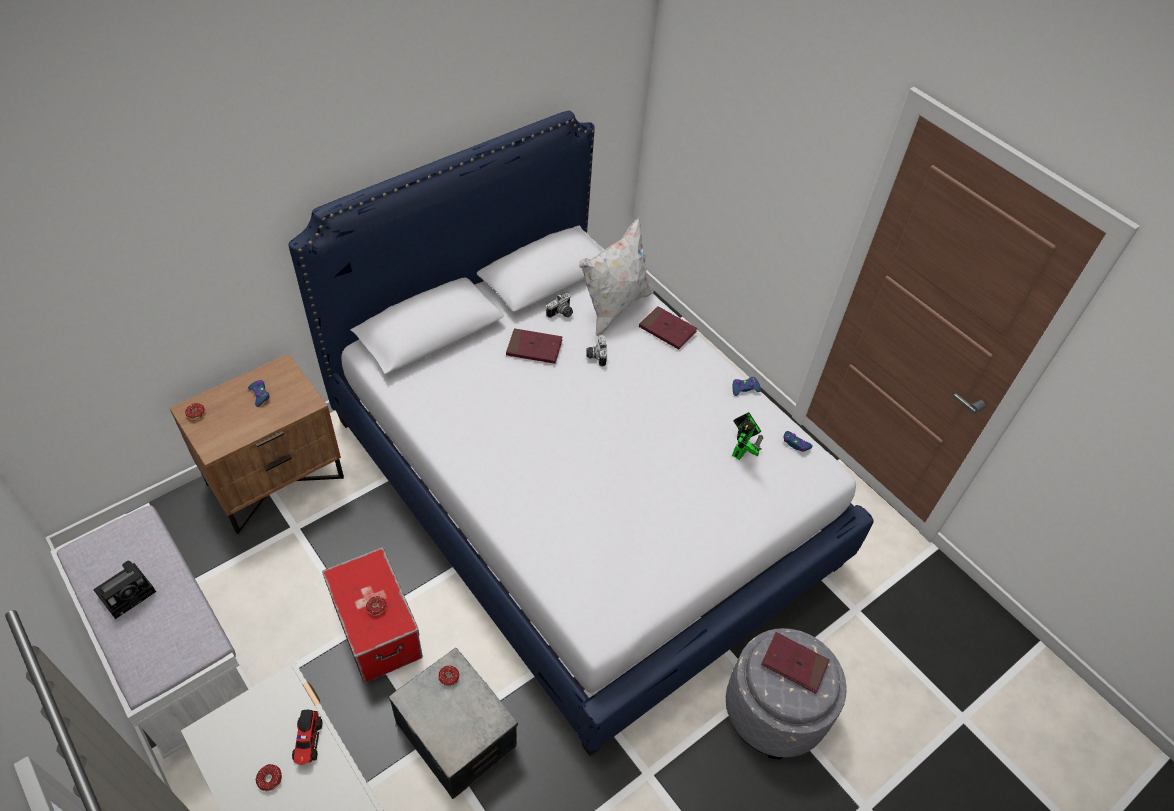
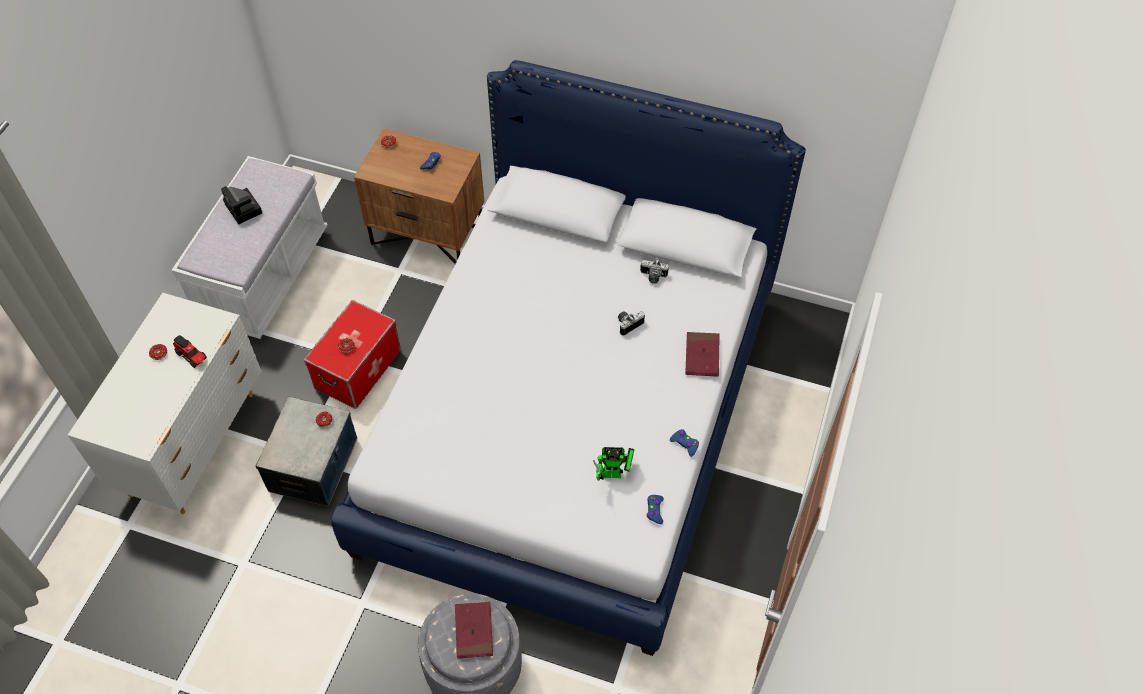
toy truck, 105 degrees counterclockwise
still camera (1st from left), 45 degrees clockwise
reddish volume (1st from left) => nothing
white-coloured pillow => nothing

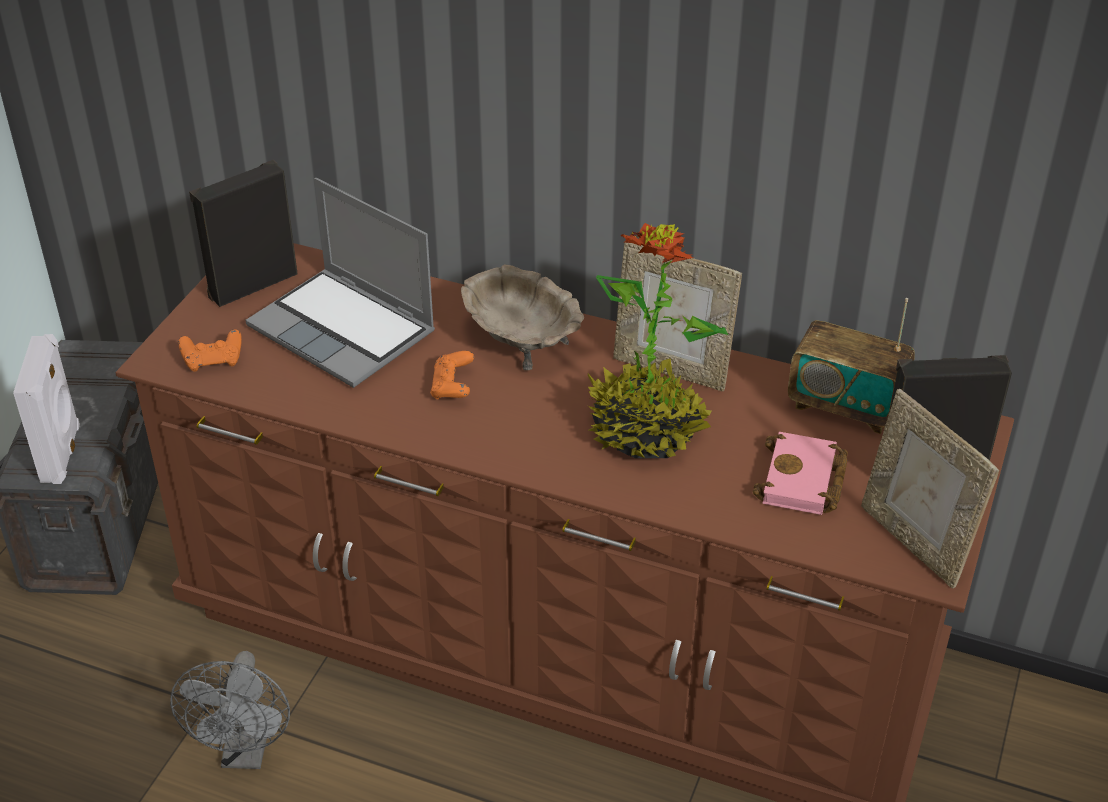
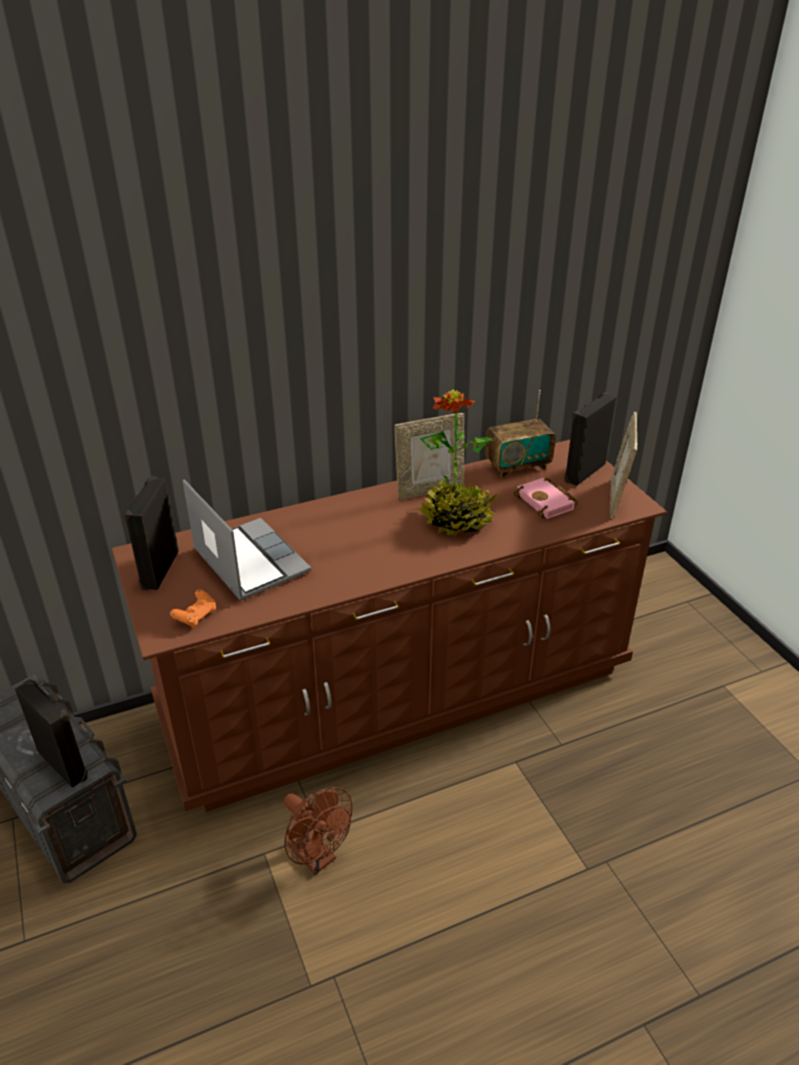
white-coloured audio speaker => black audio speaker (1st from left)
portable computer, 120 degrees counterclockwise
grey cooling fan => brown cooling fan
standing frame (2nd from left), 90 degrees clockwise
orange joypad (2nd from left) => nothing
sand-coloured bowl => nothing

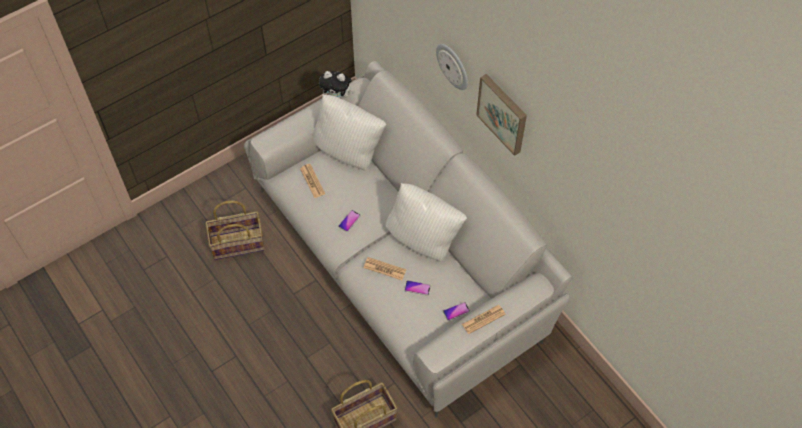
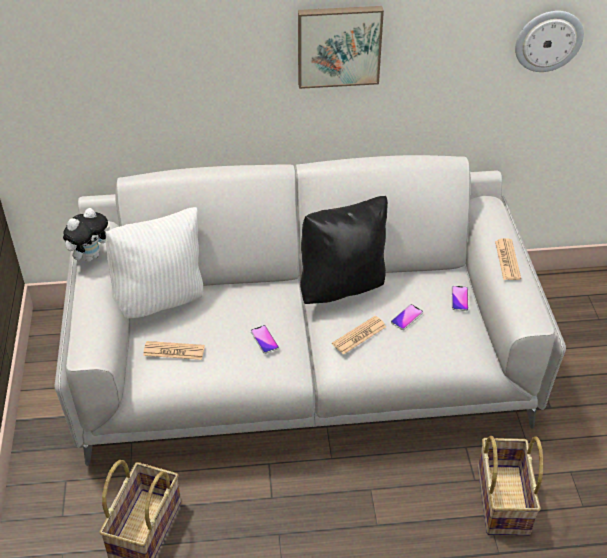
white-coloured pillow (2nd from left) => black pillow
hanging clock, move

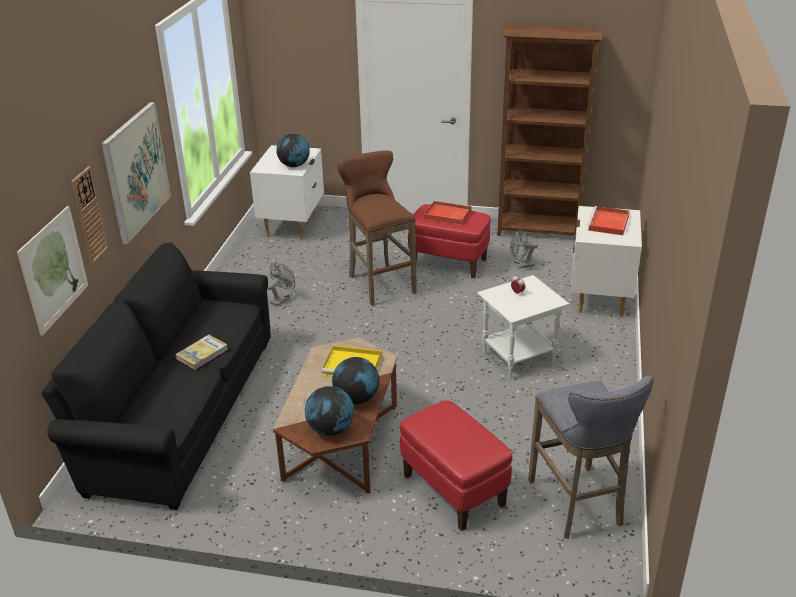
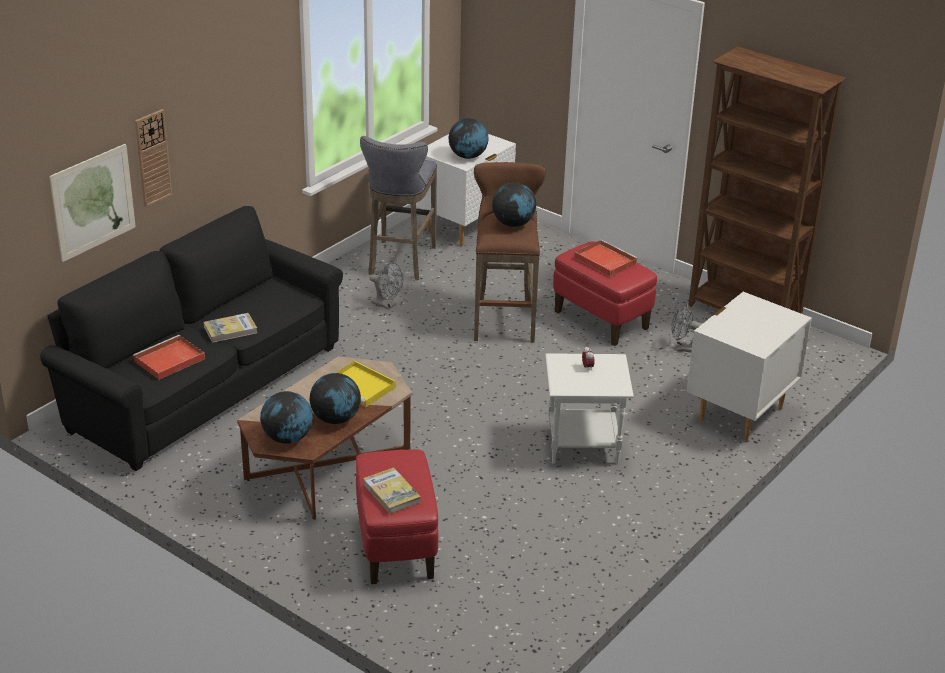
reddish carrying tray (2nd from left in the first image) => reddish carrying tray (1st from left), move
grey stool, move
nothing => volume (2nd from left)
grey cooling fan (1st from left), 60 degrees clockwise
nothing => desk globe (4th from left)
wall picture (2nd from left) => nothing

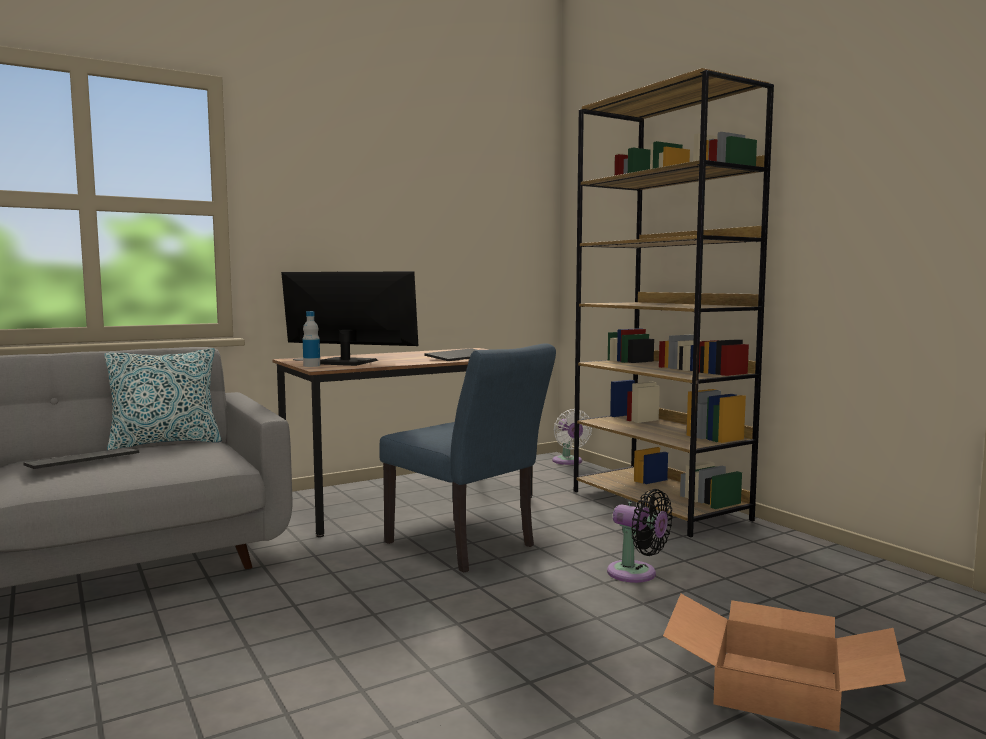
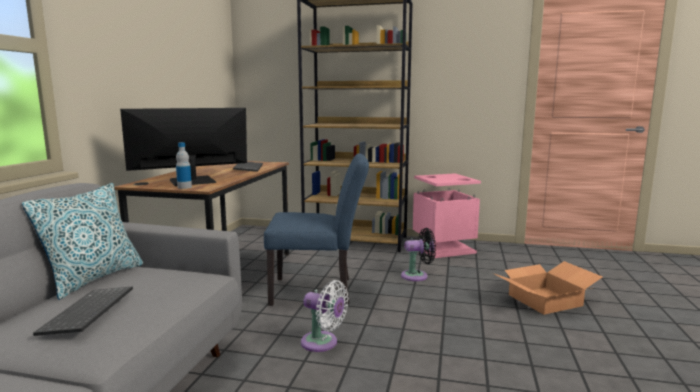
white-coloured cooling fan, move
nothing => pink-coloured waste bin

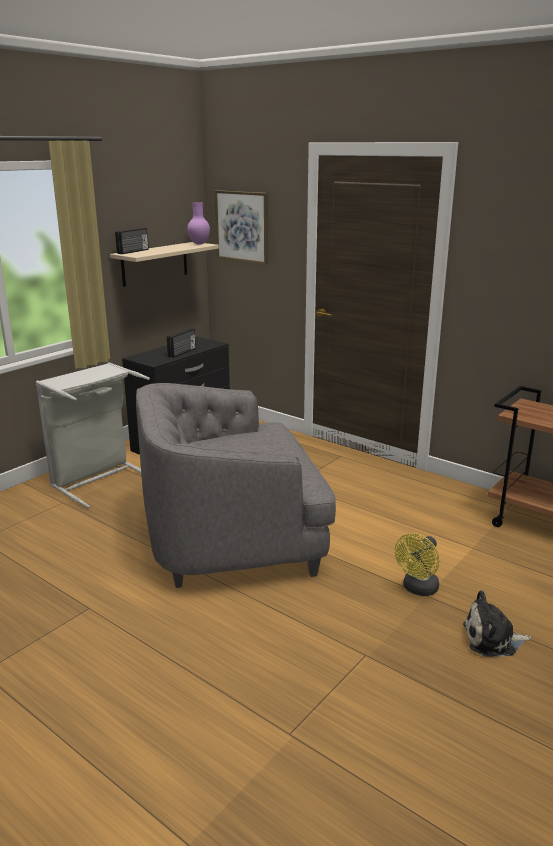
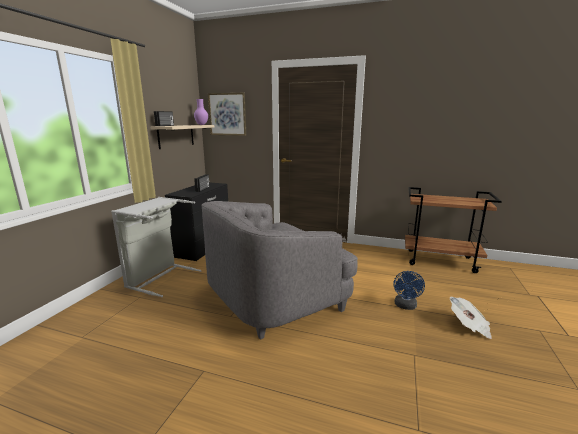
yellow-coloured cooling fan => blue cooling fan
cuddly toy => printed paper

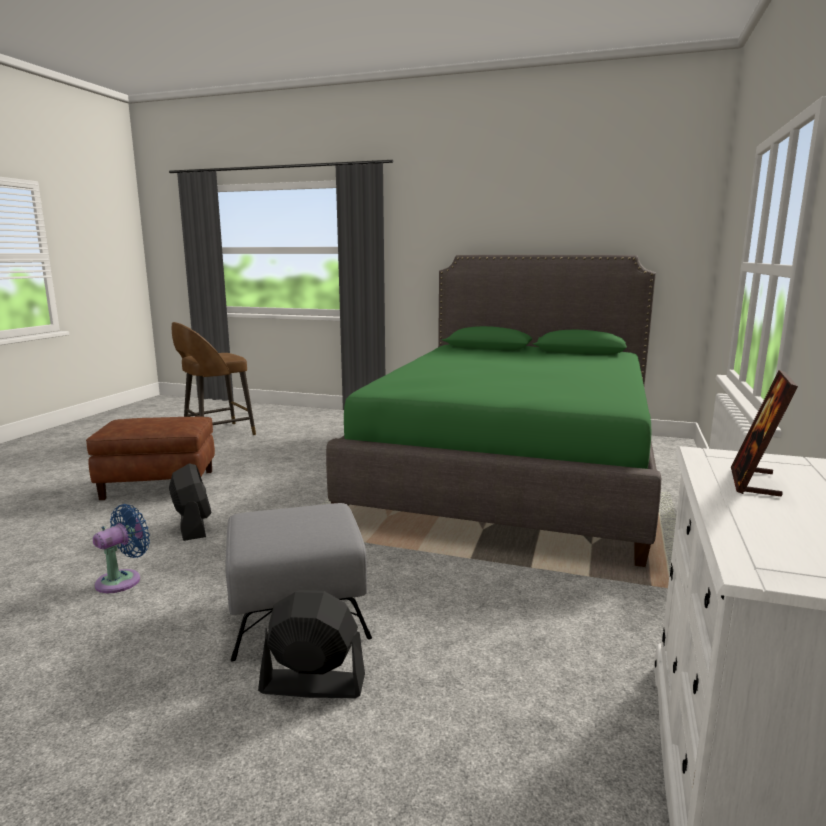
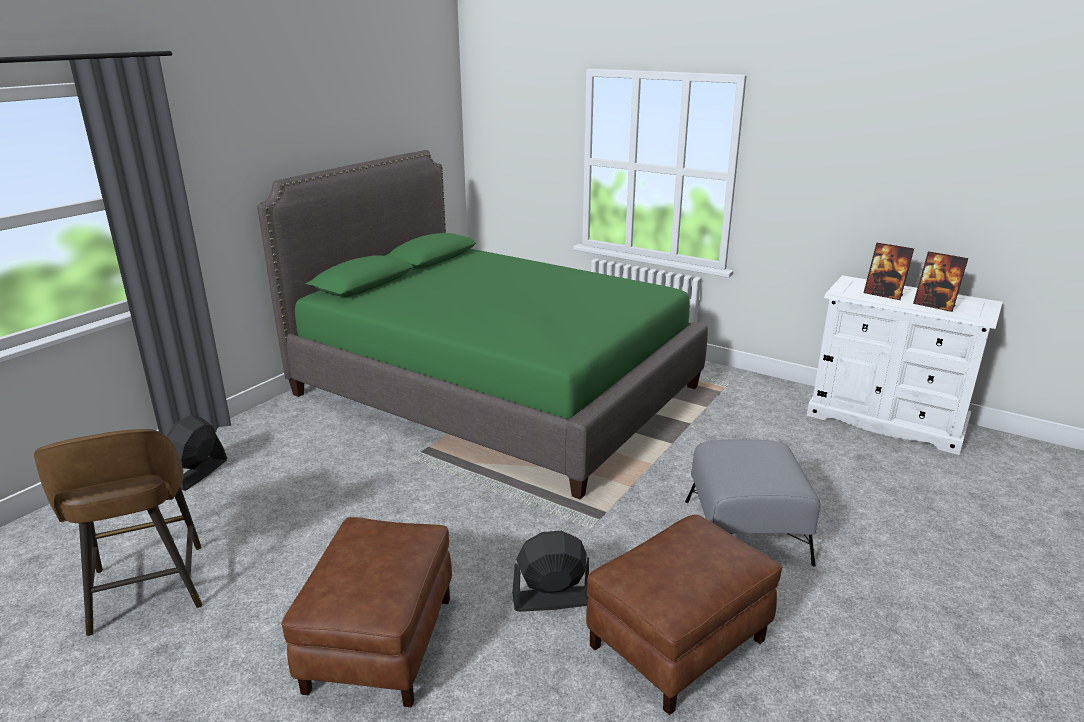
black cooling fan (2nd from left in the first image) => black cooling fan (1st from left), move
blue cooling fan => brown ottoman (2nd from left)
nothing => standing frame (2nd from left)

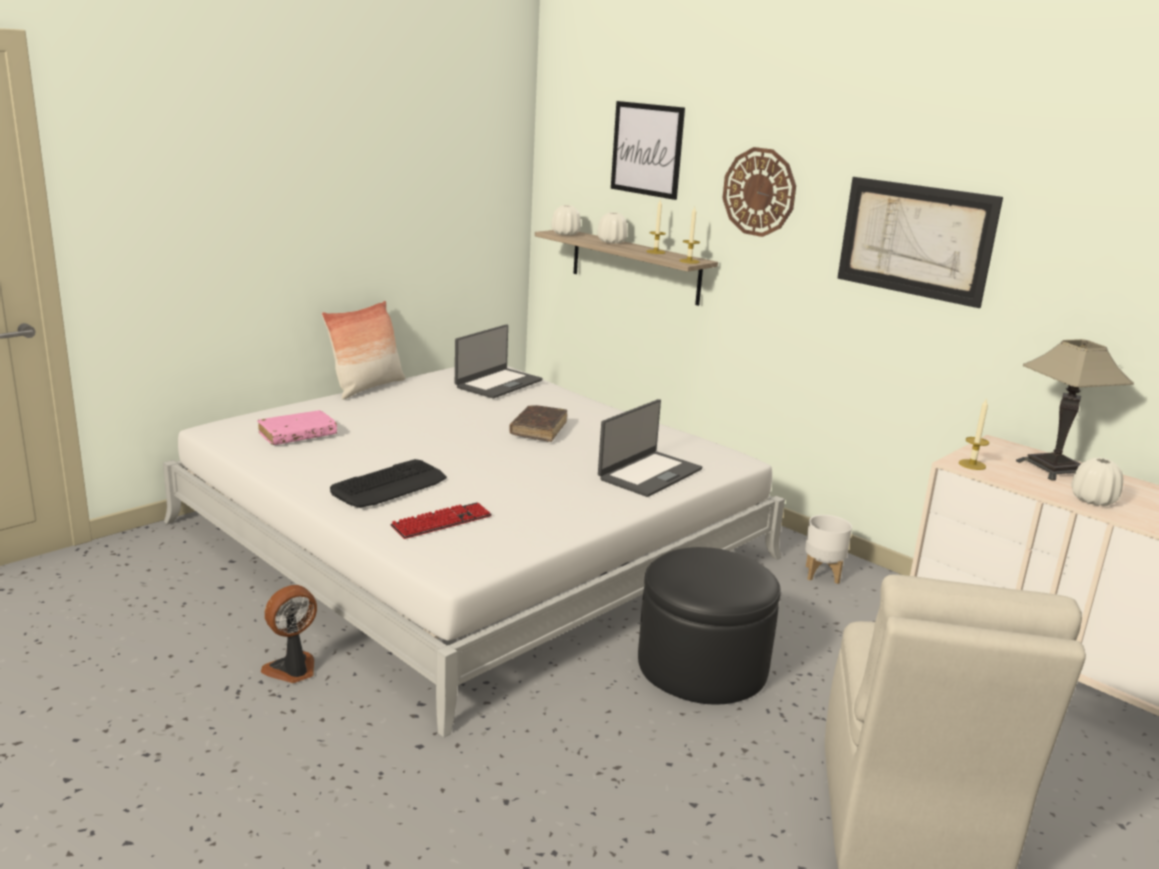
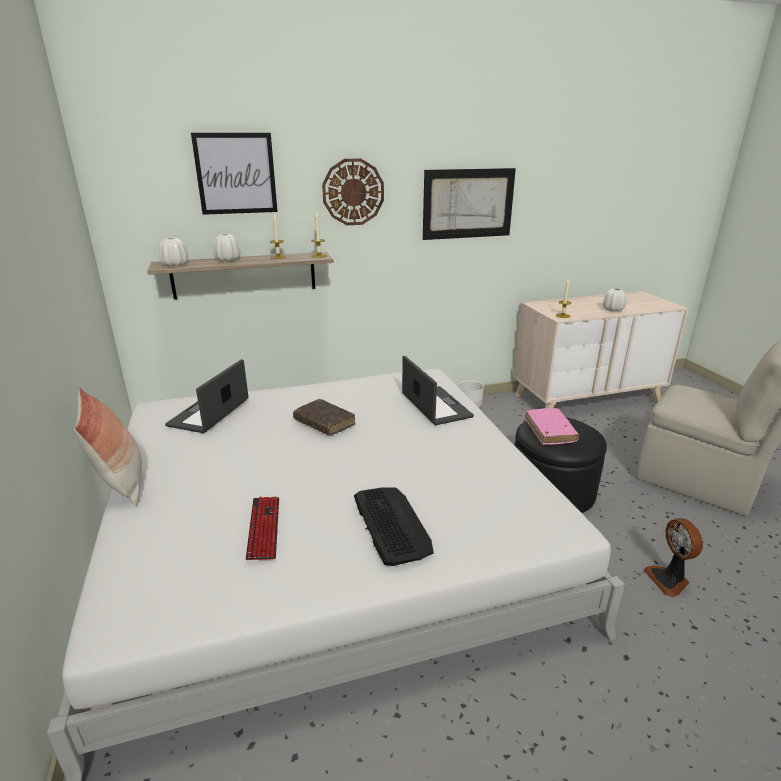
portable computer (1st from left), 135 degrees counterclockwise
computer keyboard (2nd from left in the first image) => computer keyboard (1st from left), move
pink-coloured volume, move
cooling fan, move
lamp for a table => nothing

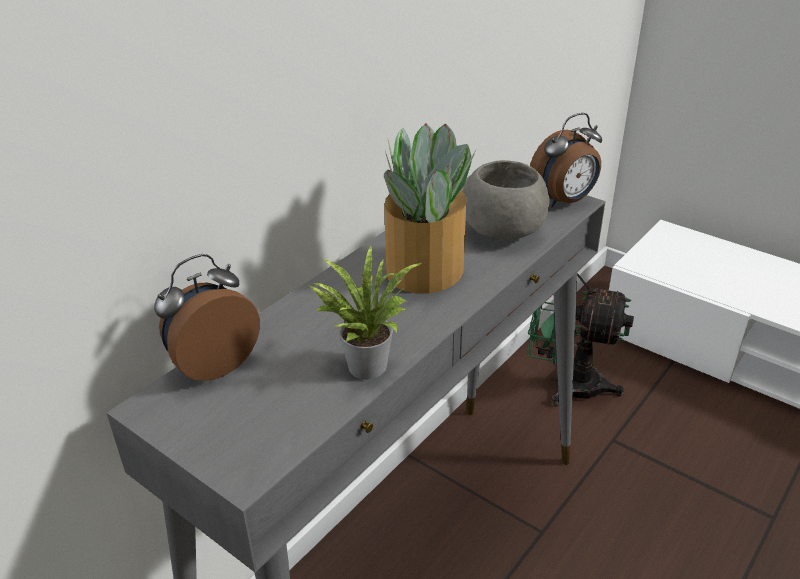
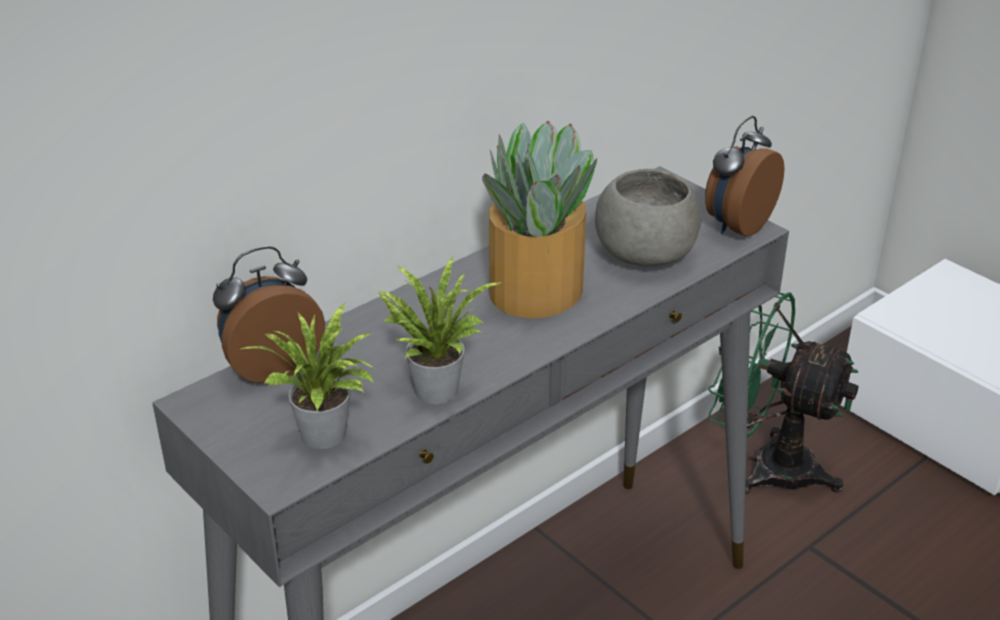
nothing => potted plant (1st from left)
bedside clock (2nd from left), 150 degrees clockwise

